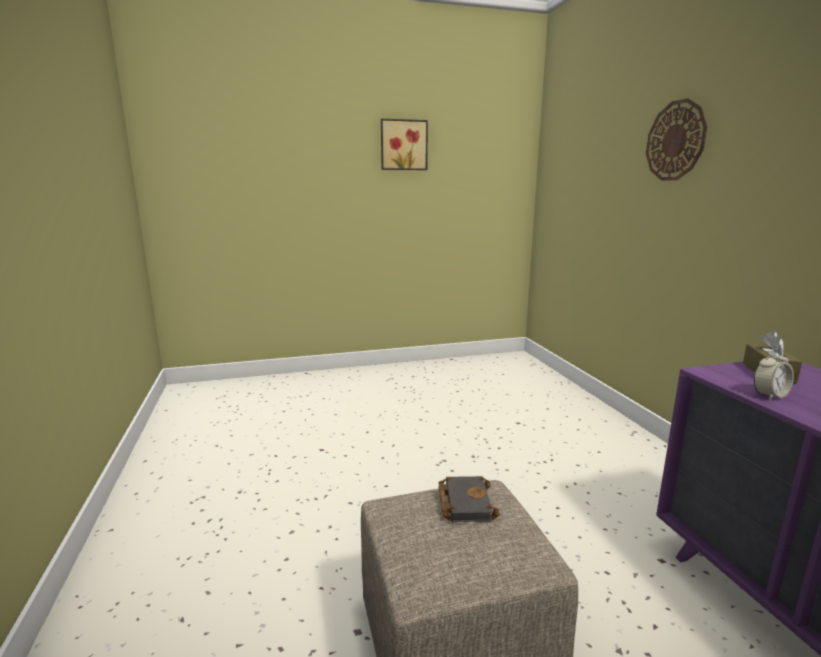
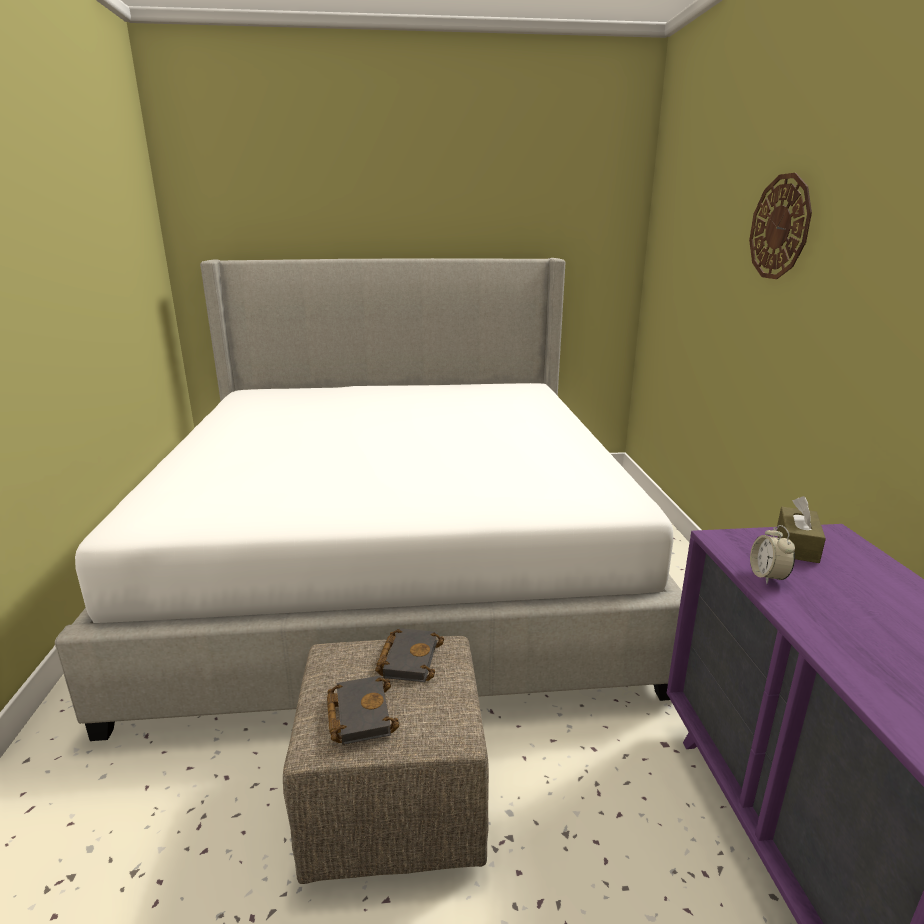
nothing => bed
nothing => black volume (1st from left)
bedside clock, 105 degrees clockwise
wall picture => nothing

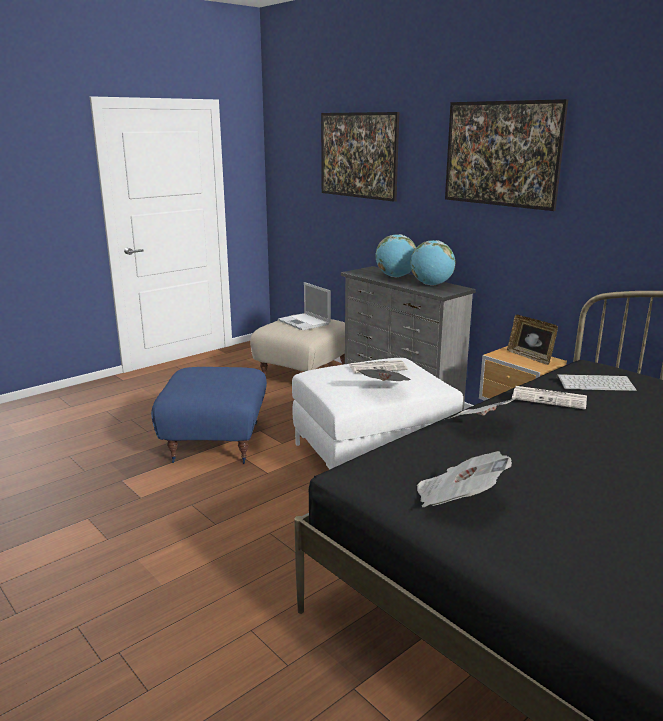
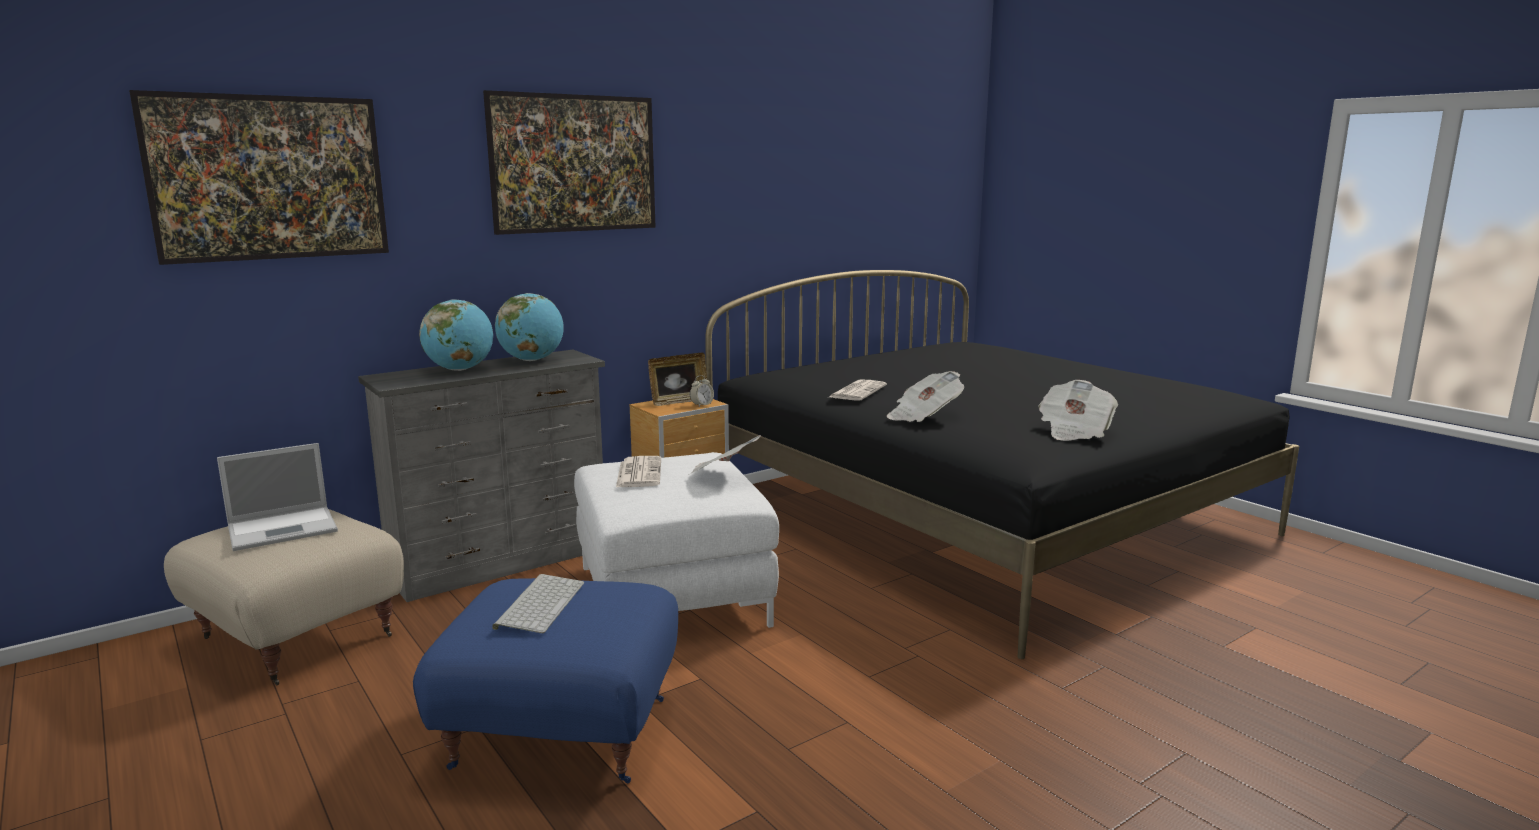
computer keyboard, move
nothing => bedside clock

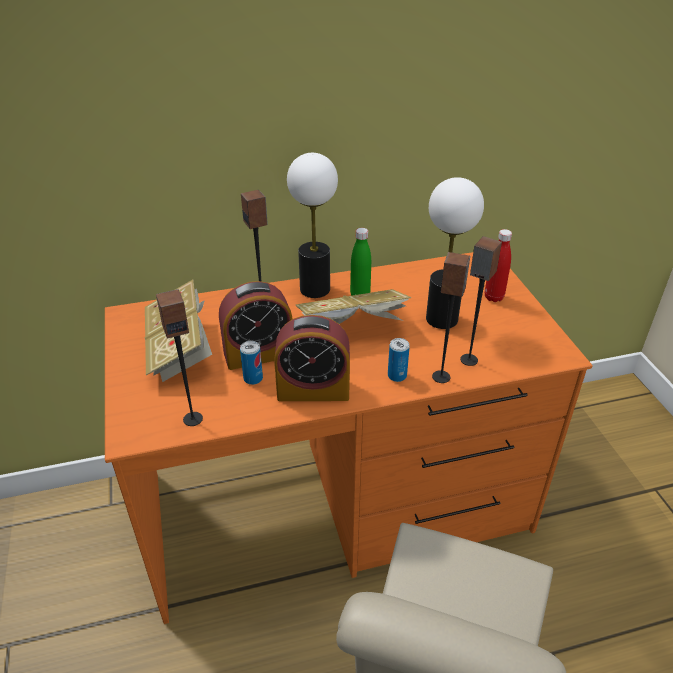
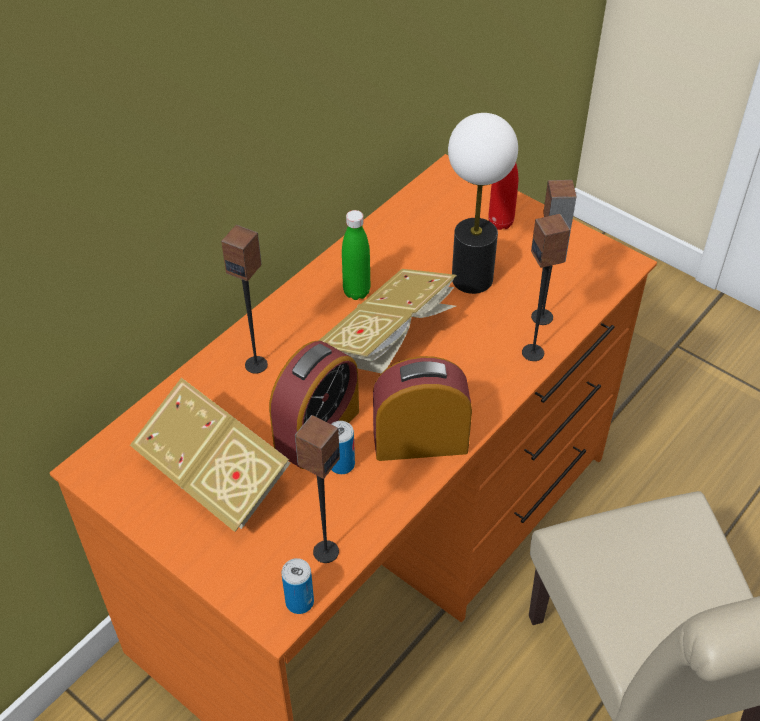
can (2nd from left in the first image) => can (1st from left), move
bedside clock (2nd from left), 150 degrees counterclockwise
lamp for a table (1st from left) => nothing

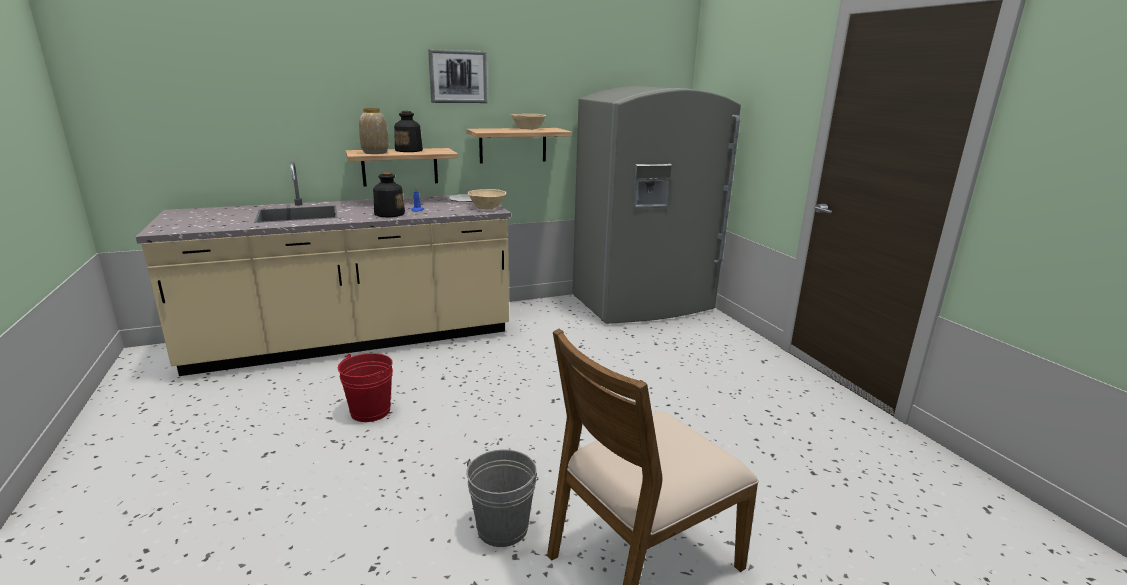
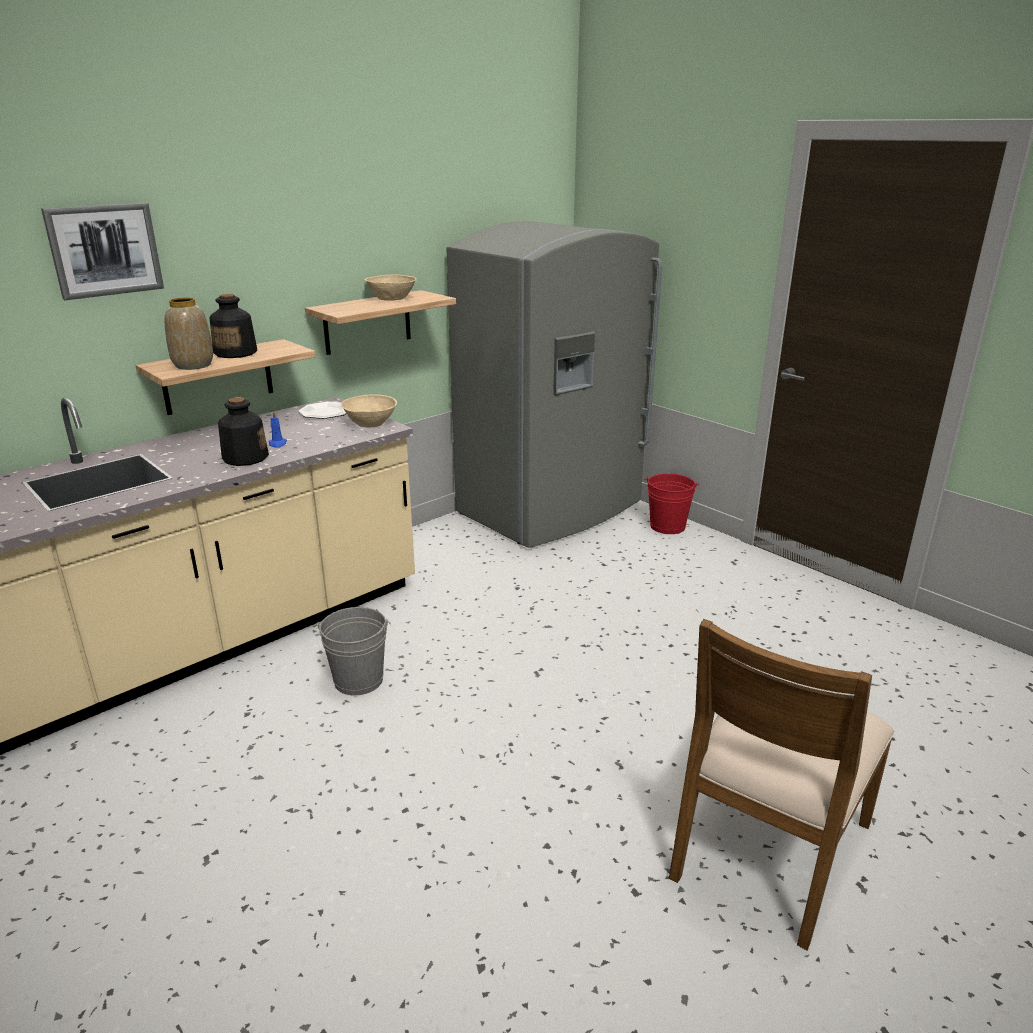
wall picture, move
grey pail, move
reddish pail, move

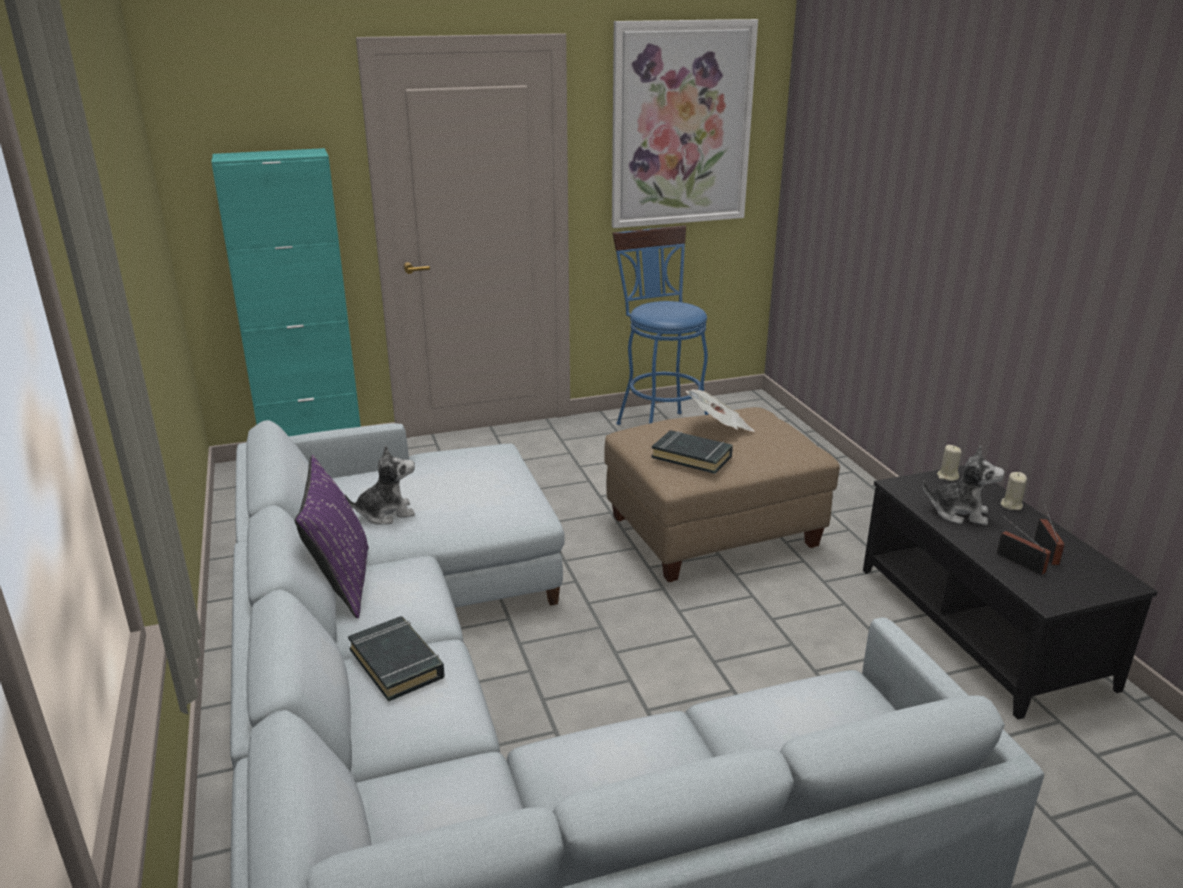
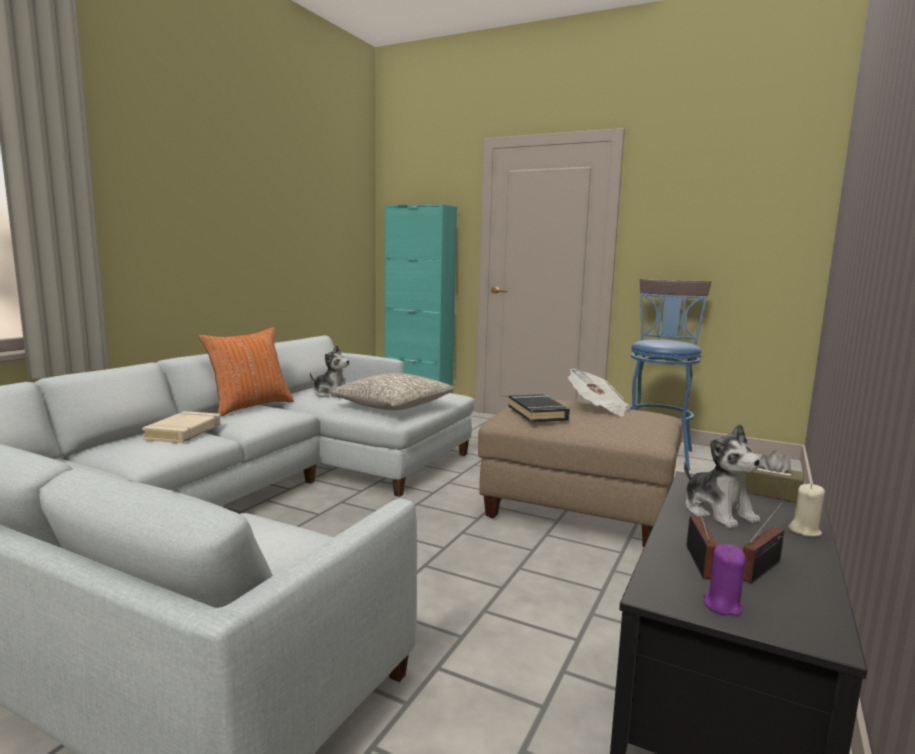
black volume (1st from left) => sand-coloured volume
purple pillow => orange pillow
nothing => grey pillow
nothing => purple wax light
sand-coloured wax light (1st from left) => brown tissue box
wall picture => nothing

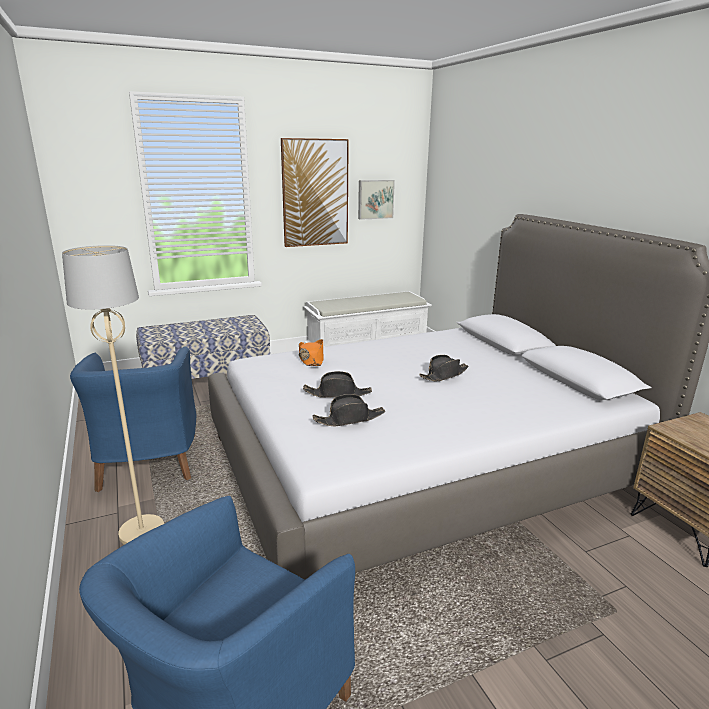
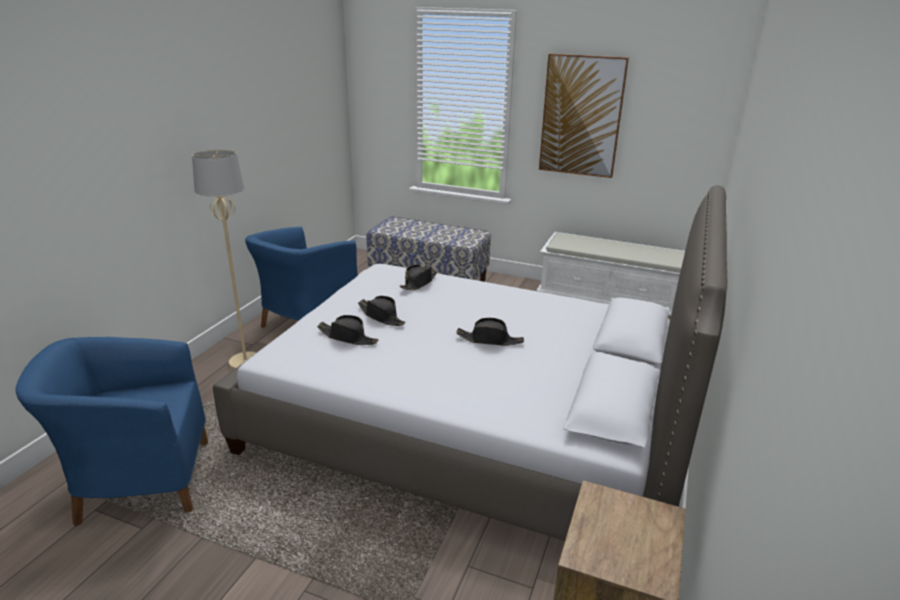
orange hat => black hat (3rd from left)
wall picture (2nd from left) => nothing

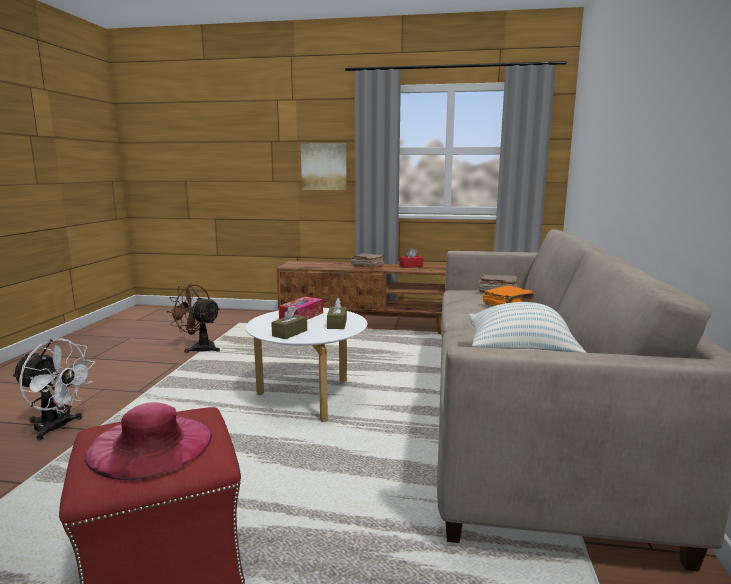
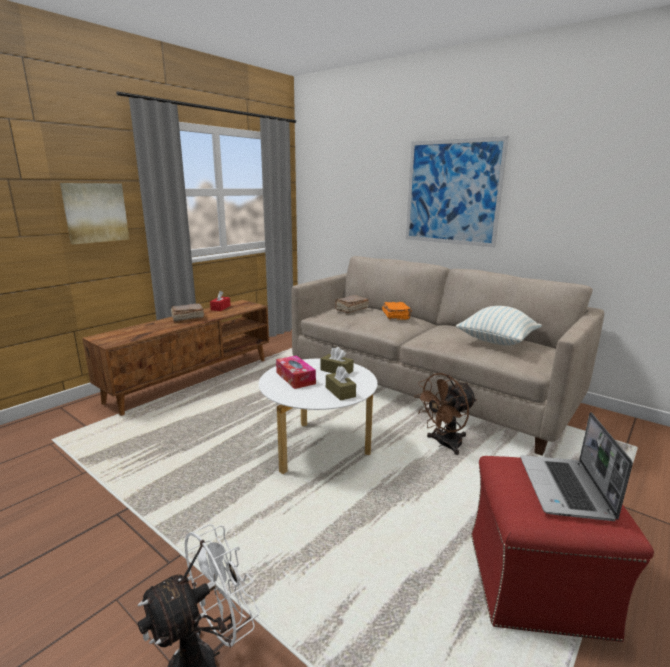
nothing => wall picture (2nd from left)
brown cooling fan, move
pink-coloured hat => portable computer

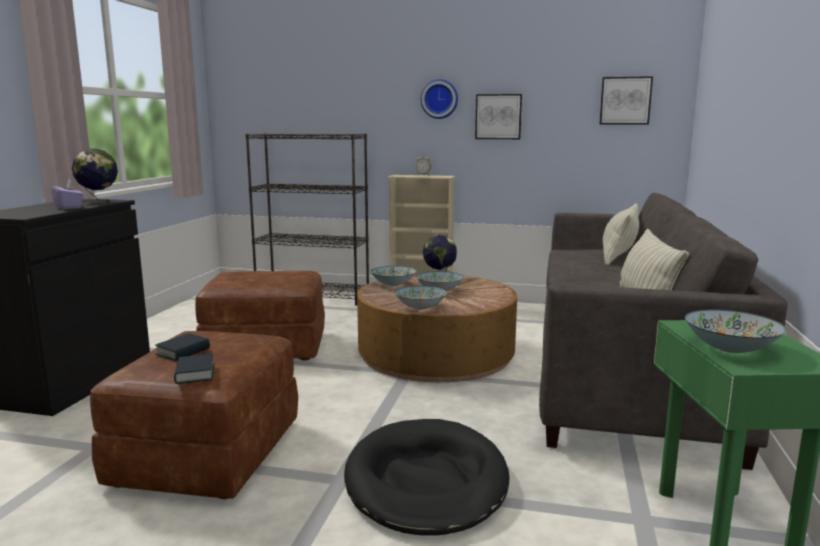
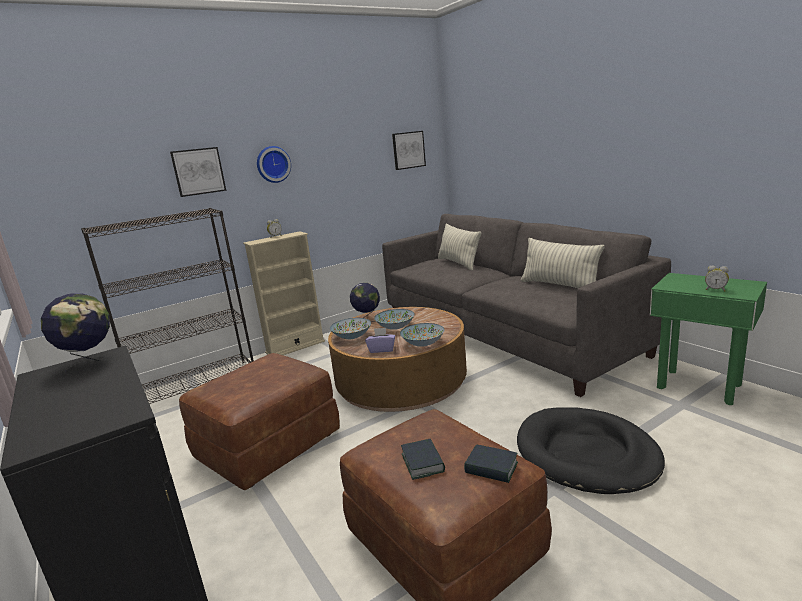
wall picture (1st from left), move
purple tissue box, move
bowl (4th from left) => bedside clock (2nd from left)

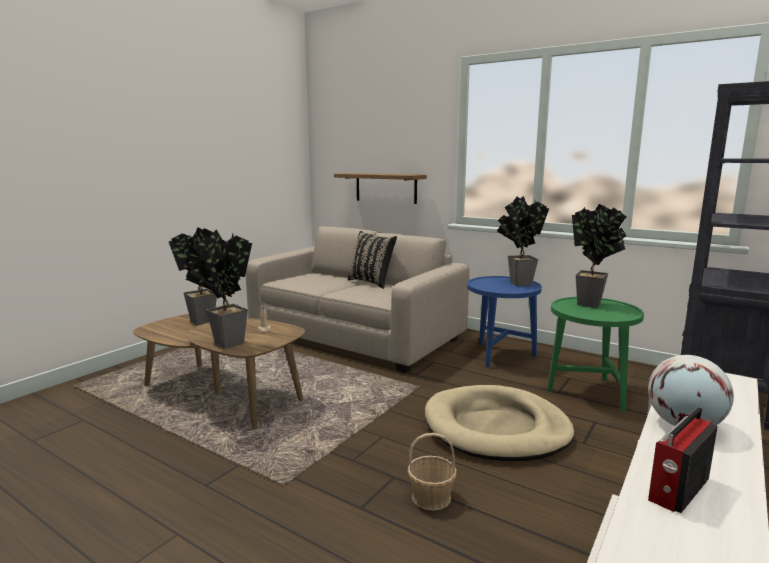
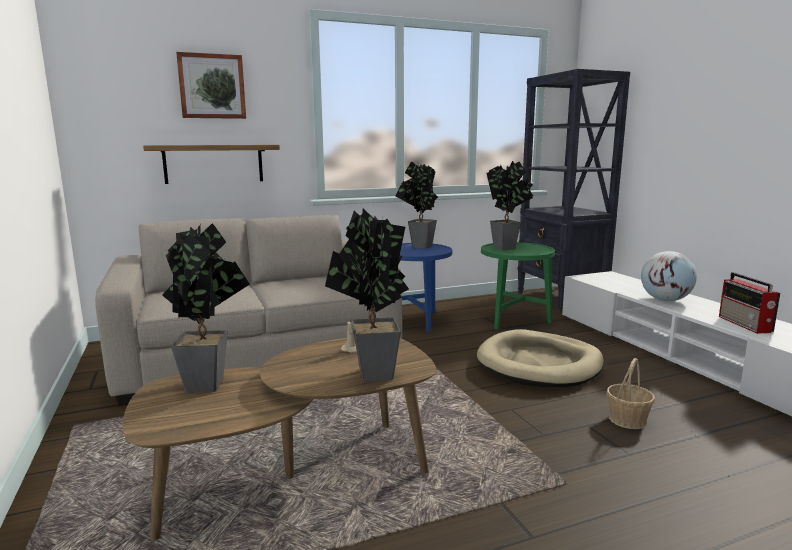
nothing => wall picture
black pillow => nothing

